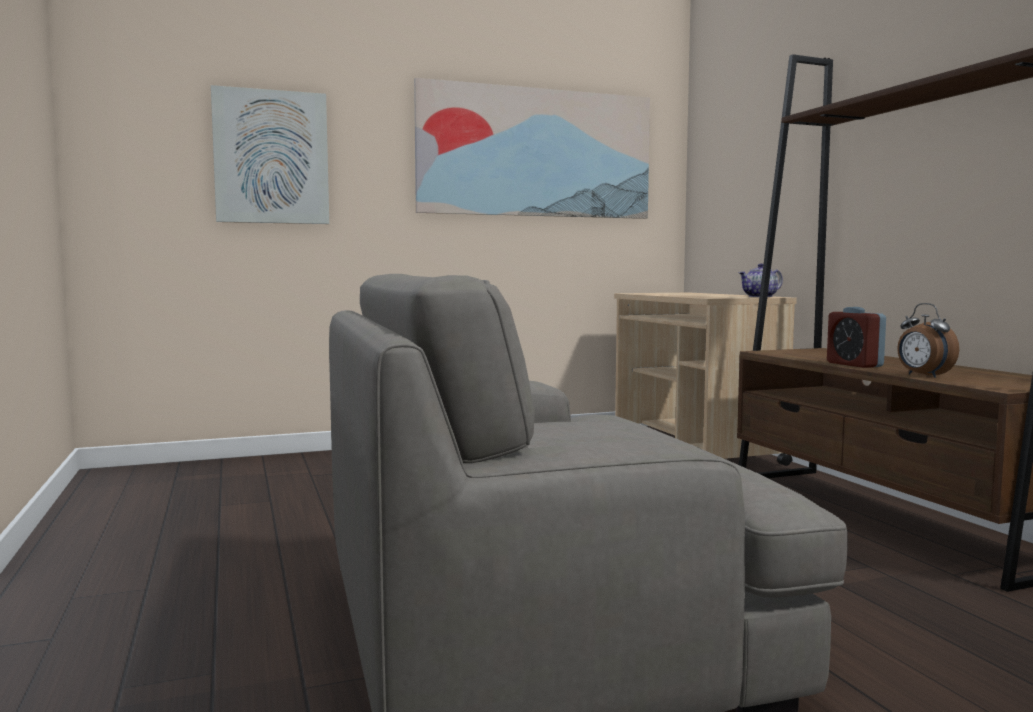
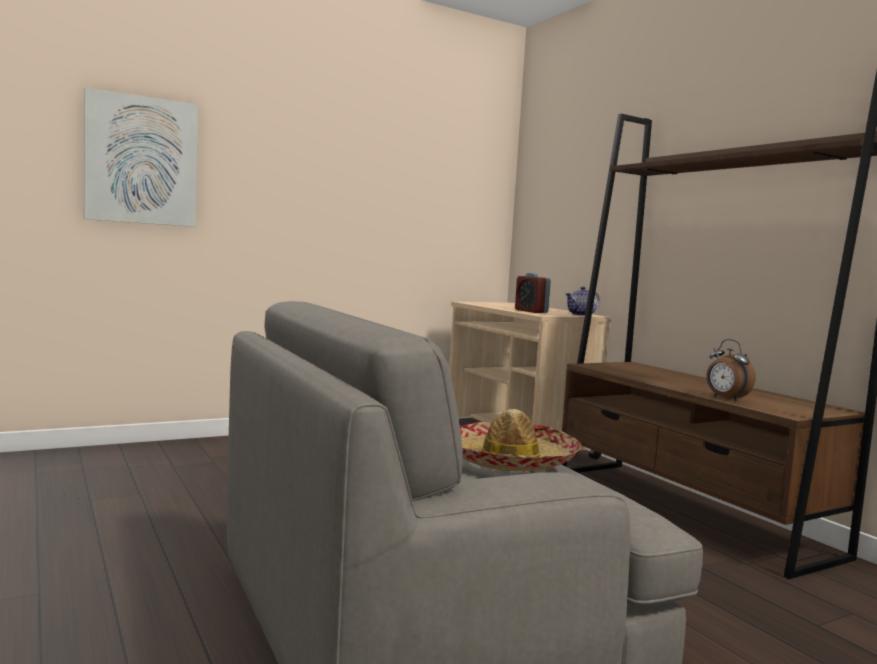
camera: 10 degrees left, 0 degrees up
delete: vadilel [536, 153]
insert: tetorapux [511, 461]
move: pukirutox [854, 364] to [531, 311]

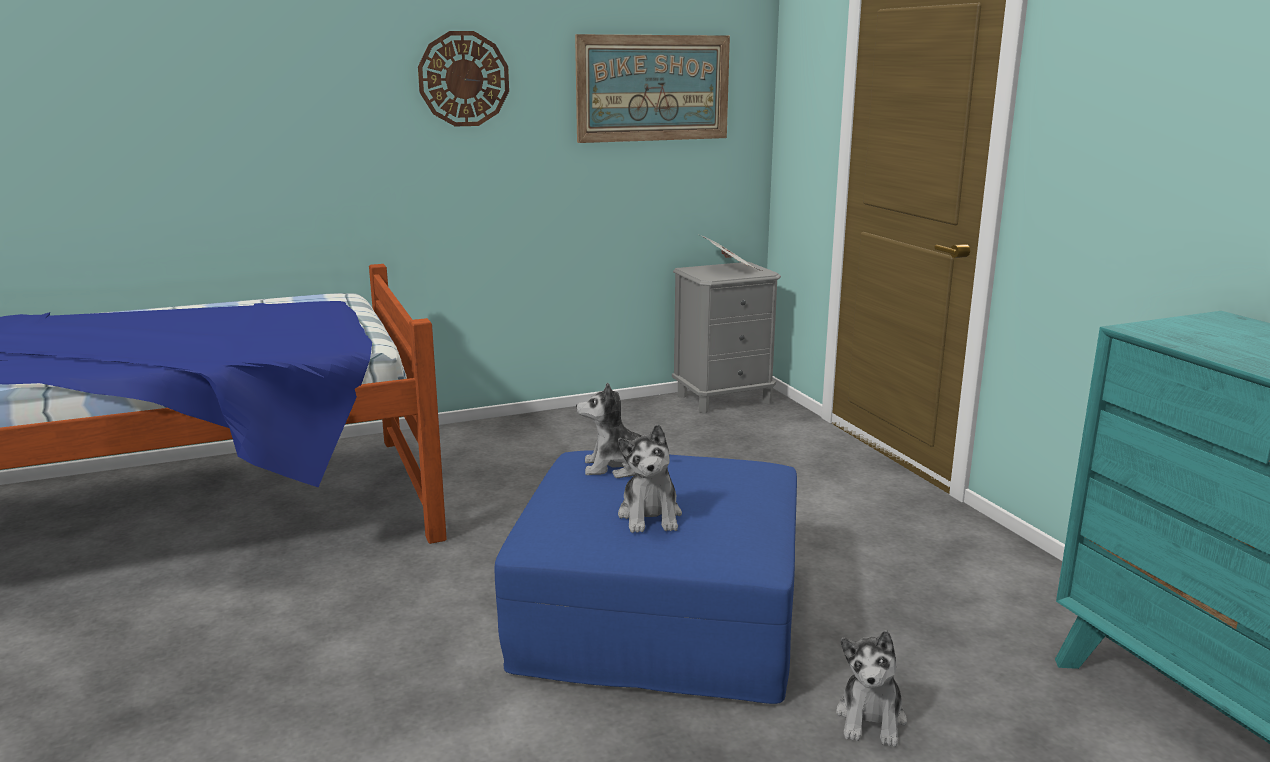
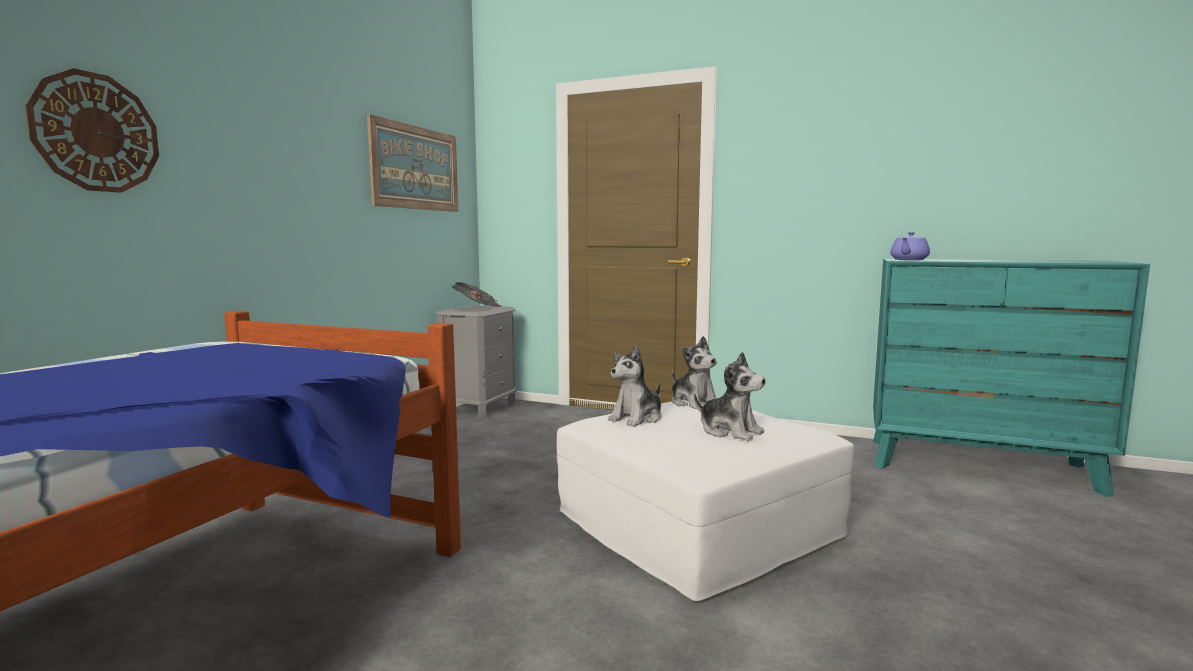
camera: 45 degrees left, 10 degrees down
insert: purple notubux [908, 260]
move: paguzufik [463, 79] to [96, 132]; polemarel [871, 719] to [694, 403]
recolor: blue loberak [659, 613] to white loberak [696, 524]

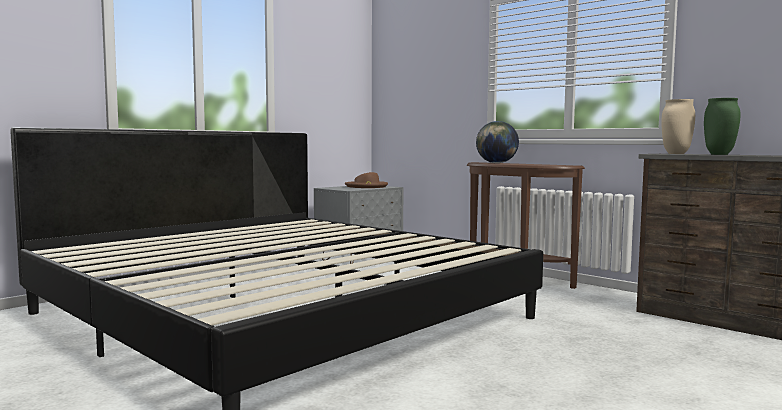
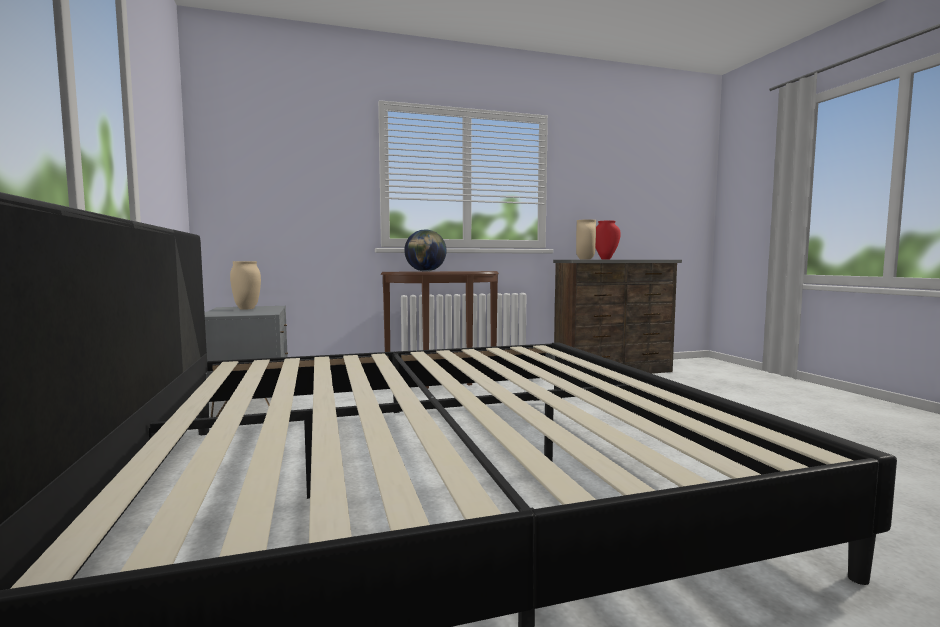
camera: 60 degrees left, 0 degrees up
replace: brown tetorapux [367, 186] to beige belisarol [247, 308]
recolor: green belisarol [718, 154] to red belisarol [605, 259]

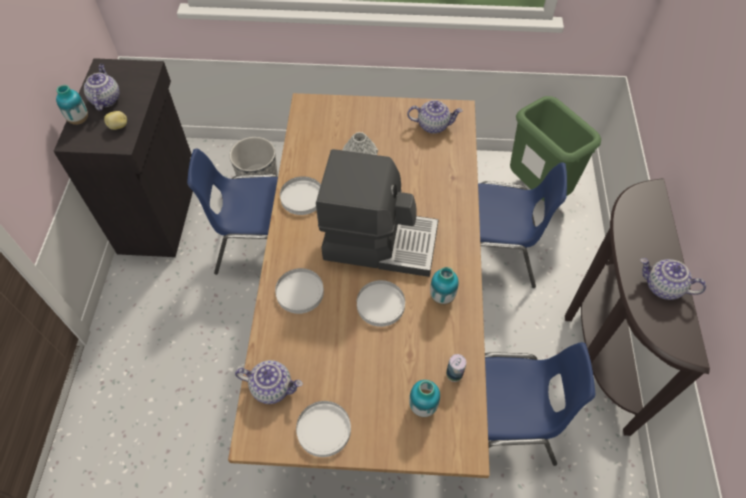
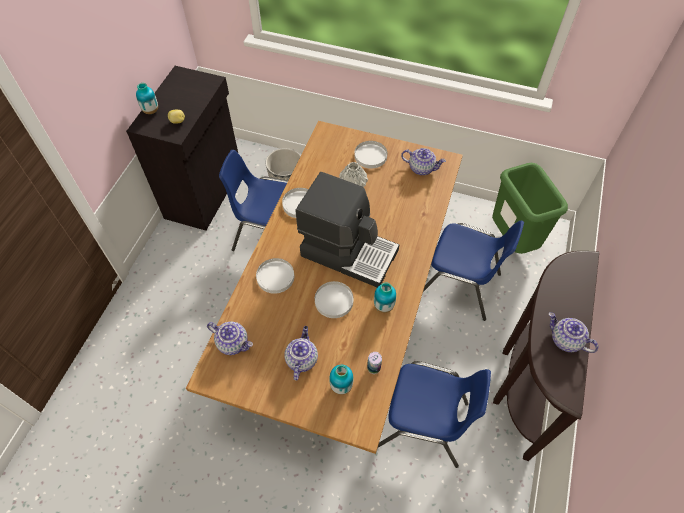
camera: 15 degrees right, 0 degrees up
move: notubux [105, 99] to [301, 359]; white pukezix [323, 430] to [370, 156]

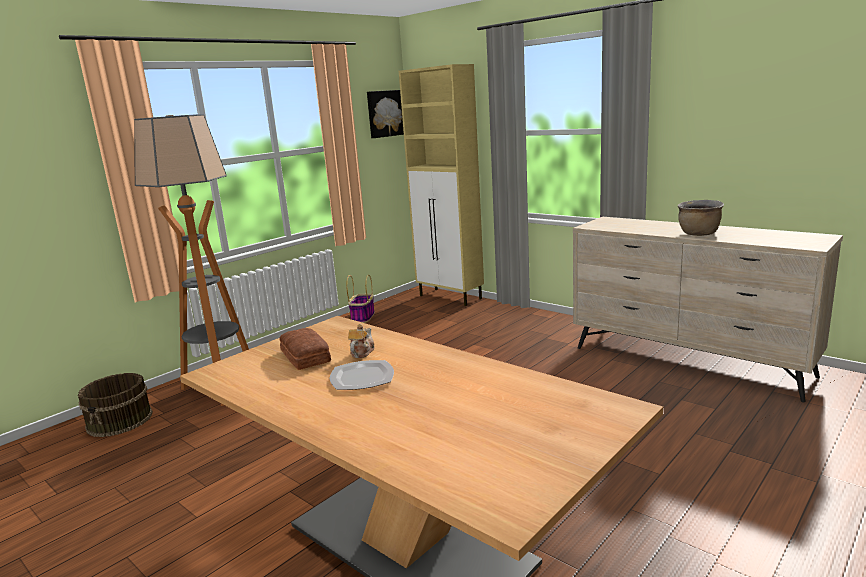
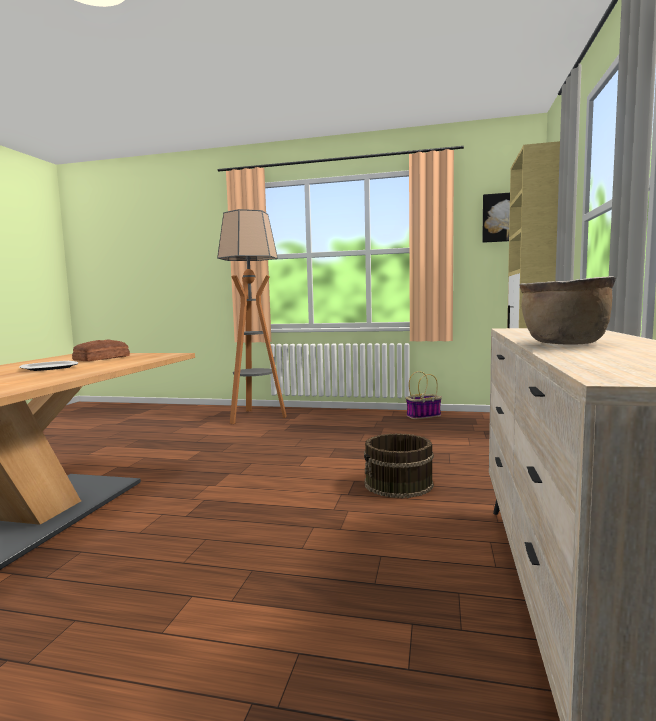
camera: 60 degrees right, 10 degrees down
delete: notubux [361, 352]
move: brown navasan [120, 420] to [398, 484]

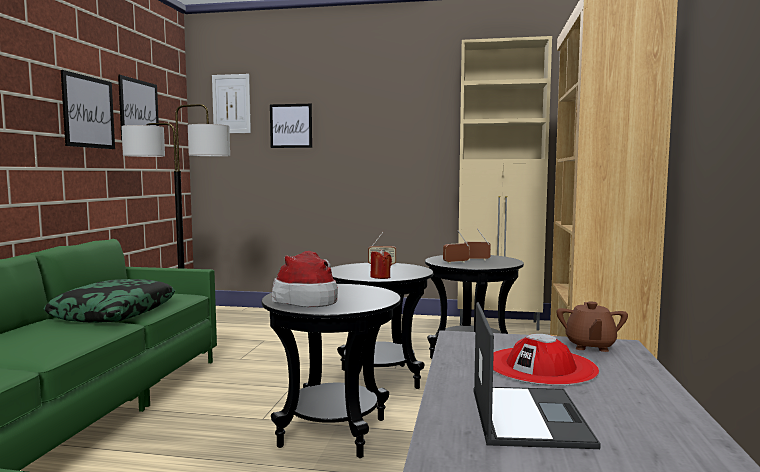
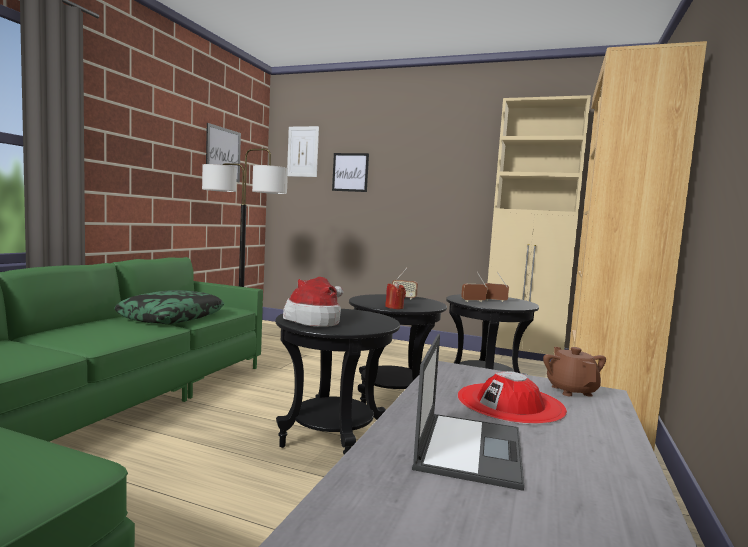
camera: 10 degrees right, 0 degrees up
delete: vadilel [88, 112]
rotate: brown notubux [590, 346] = [571, 390] 150 degrees clockwise

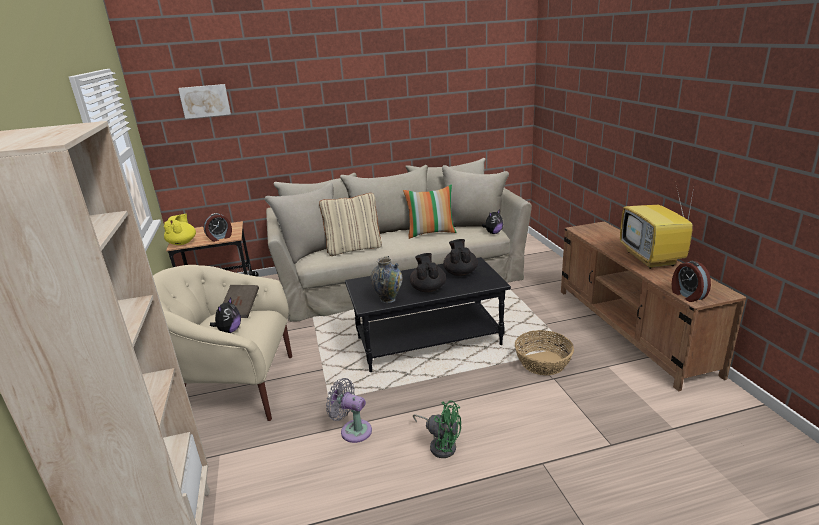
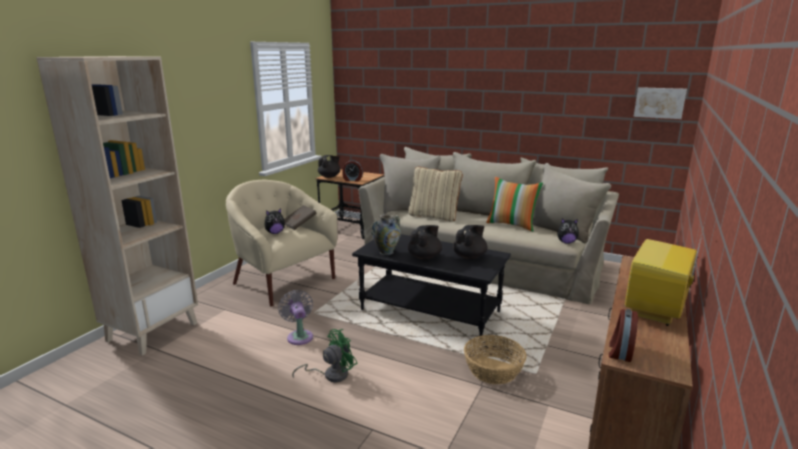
camera: 40 degrees right, 5 degrees down
move: vadilel [205, 101] to [659, 102]
recolor: yellow notubux [182, 243] to black notubux [329, 176]
rotate: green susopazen [441, 444] = [331, 375] 105 degrees counterclockwise

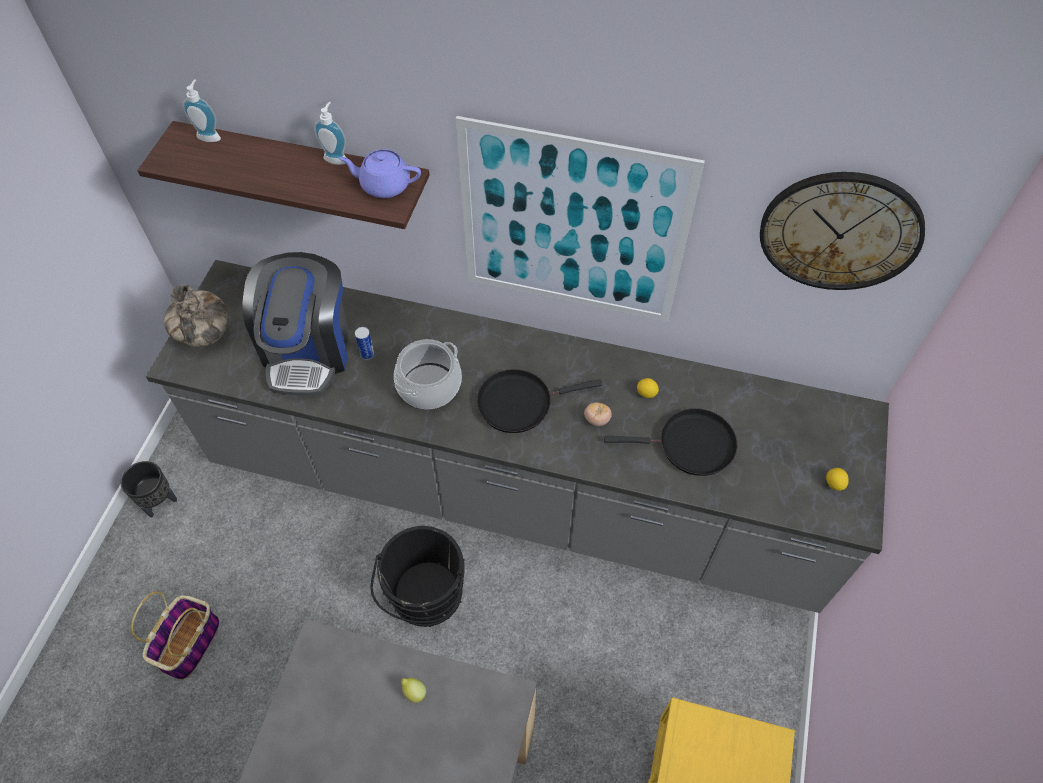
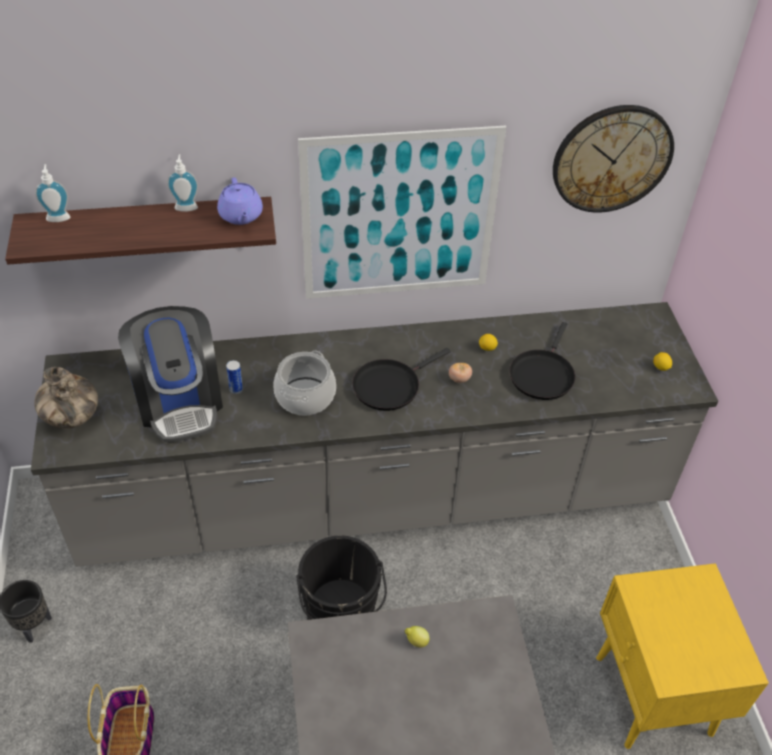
camera: 25 degrees left, 10 degrees down
rotate: purple notubux [384, 185] = [241, 216] 90 degrees counterclockwise; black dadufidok [690, 445] = [542, 374] 135 degrees clockwise

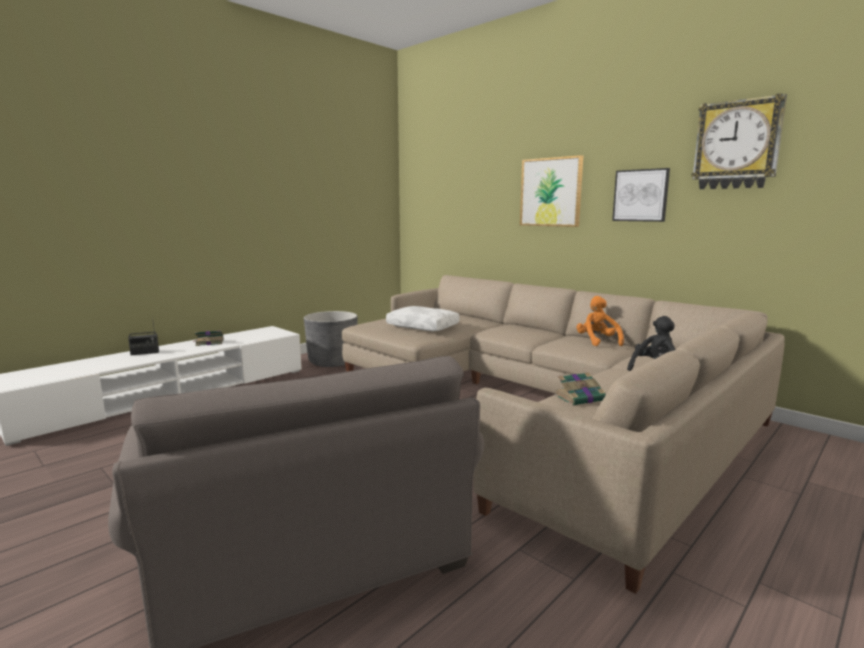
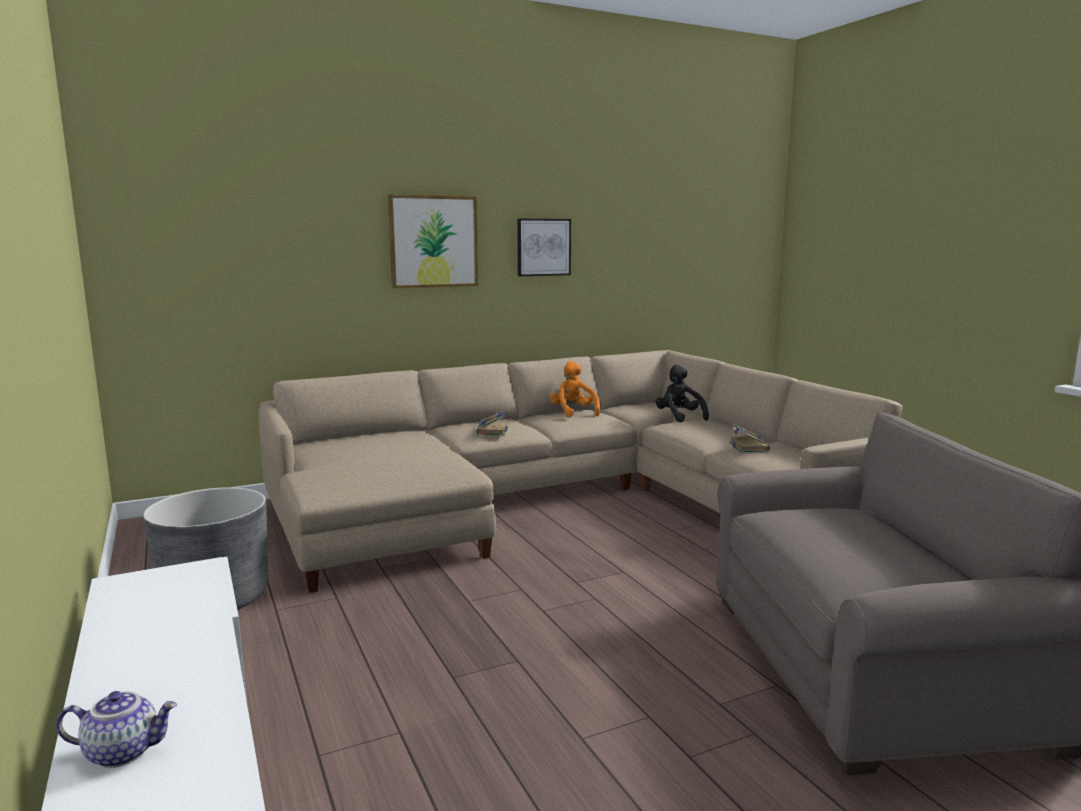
camera: 70 degrees left, 0 degrees up
delete: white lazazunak [423, 326]; paguzufik [737, 145]
move: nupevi [209, 342] to [492, 431]
replace: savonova [145, 353] to notubux [124, 751]
rotate: orange polemarel [597, 341] = [573, 413] 60 degrees clockwise

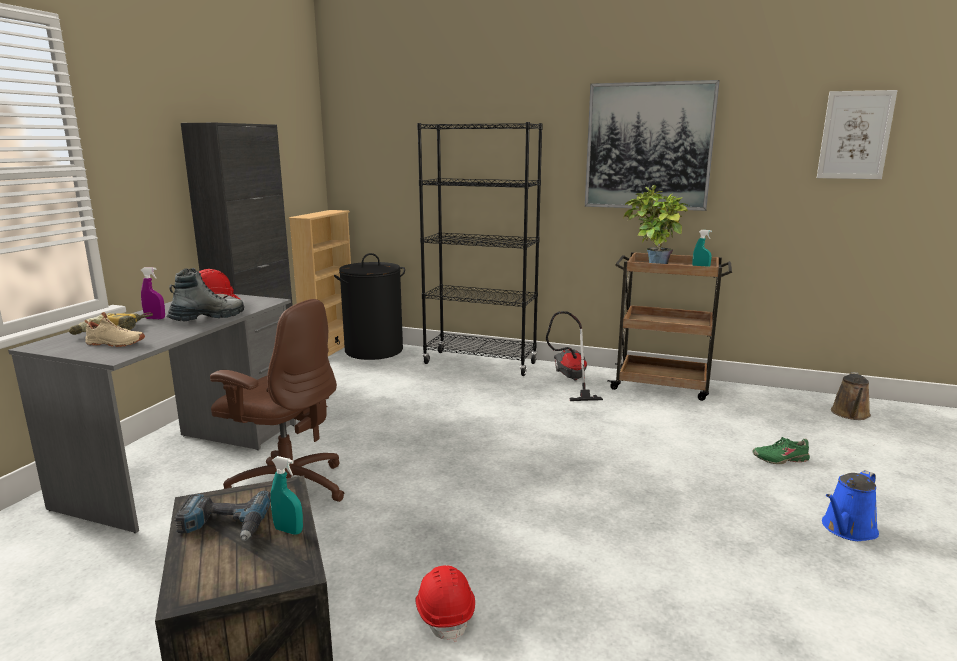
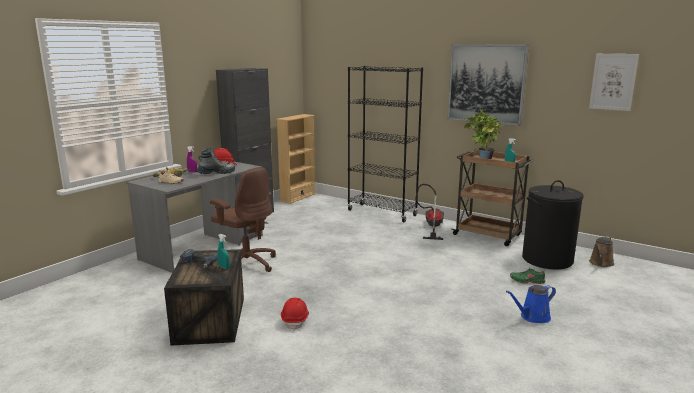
camera: 15 degrees right, 0 degrees up
move: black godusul [374, 350] to [547, 259]

